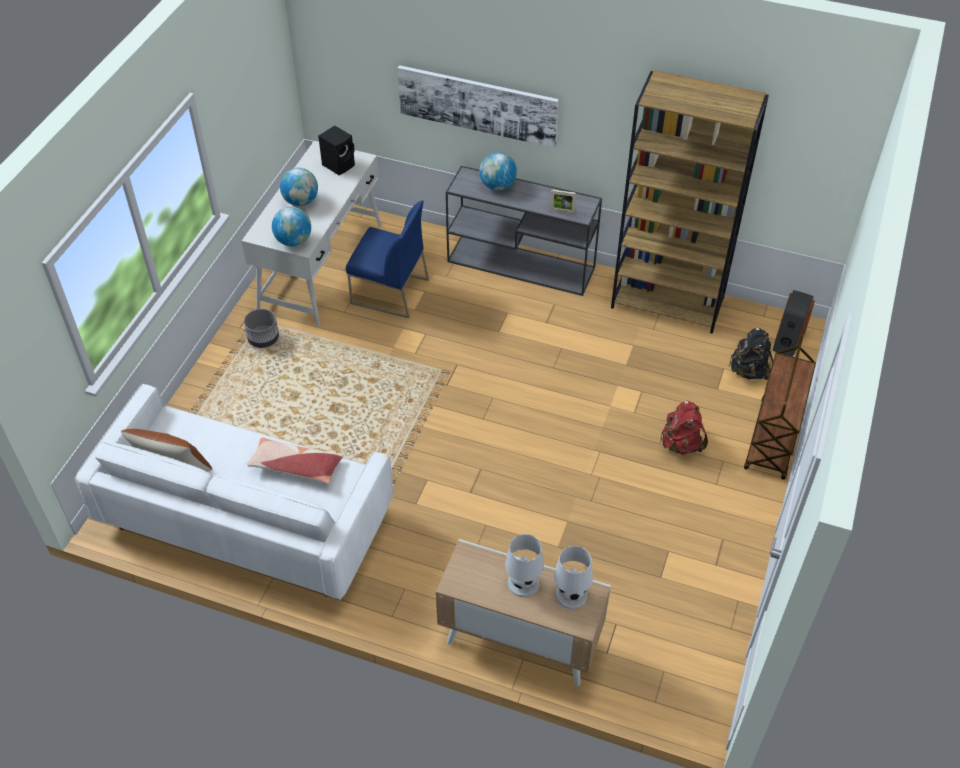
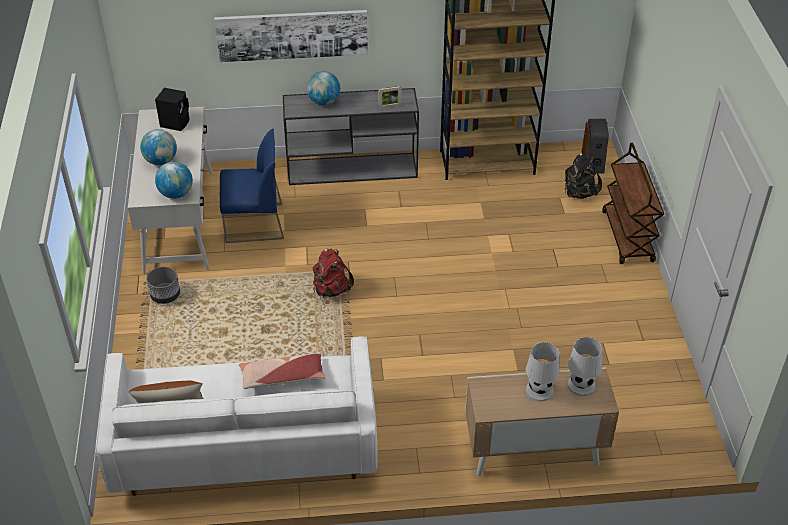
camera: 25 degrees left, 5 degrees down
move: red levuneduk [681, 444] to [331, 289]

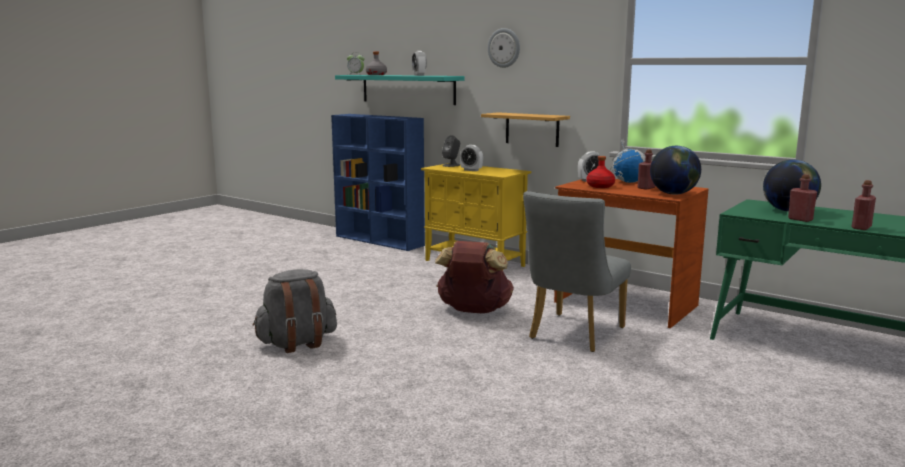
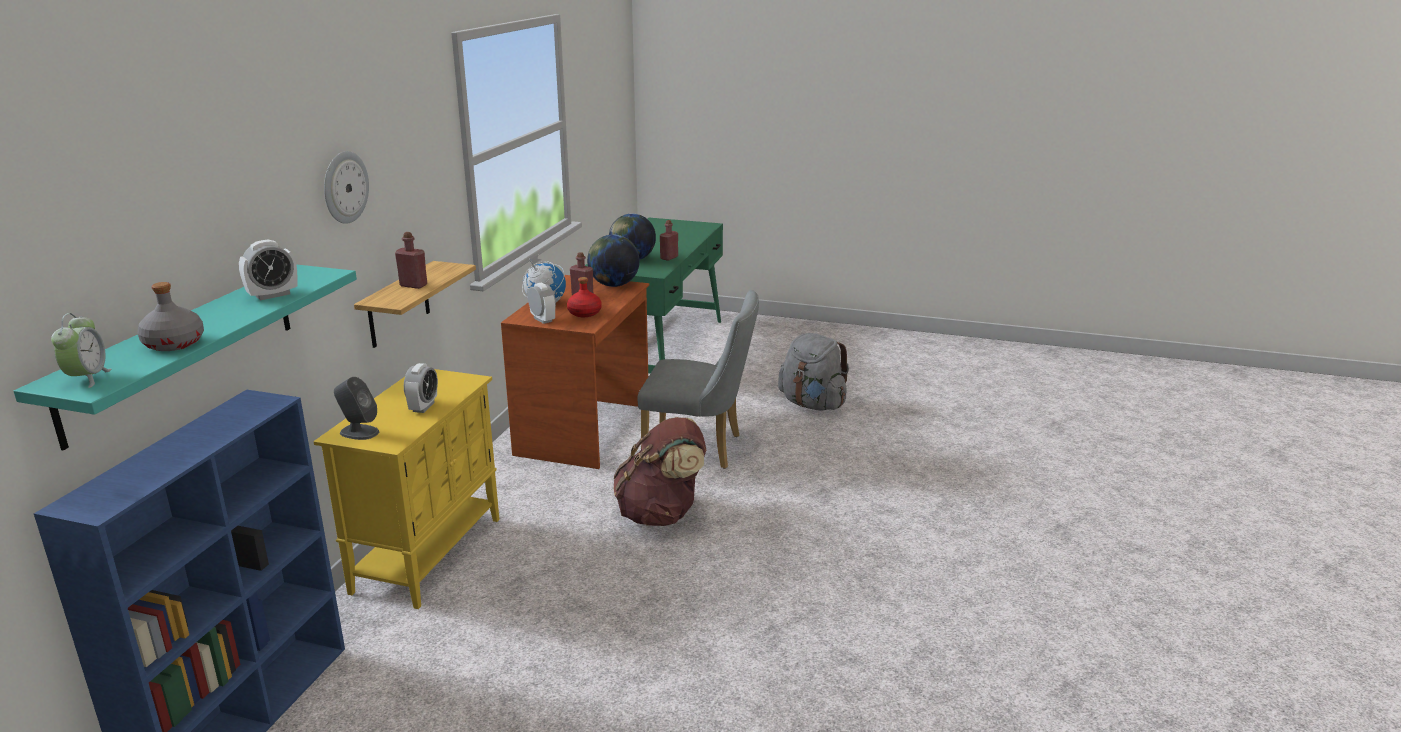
camera: 110 degrees left, 10 degrees up
move: grey levuneduk [297, 343] to [812, 404]; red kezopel [861, 228] to [413, 285]

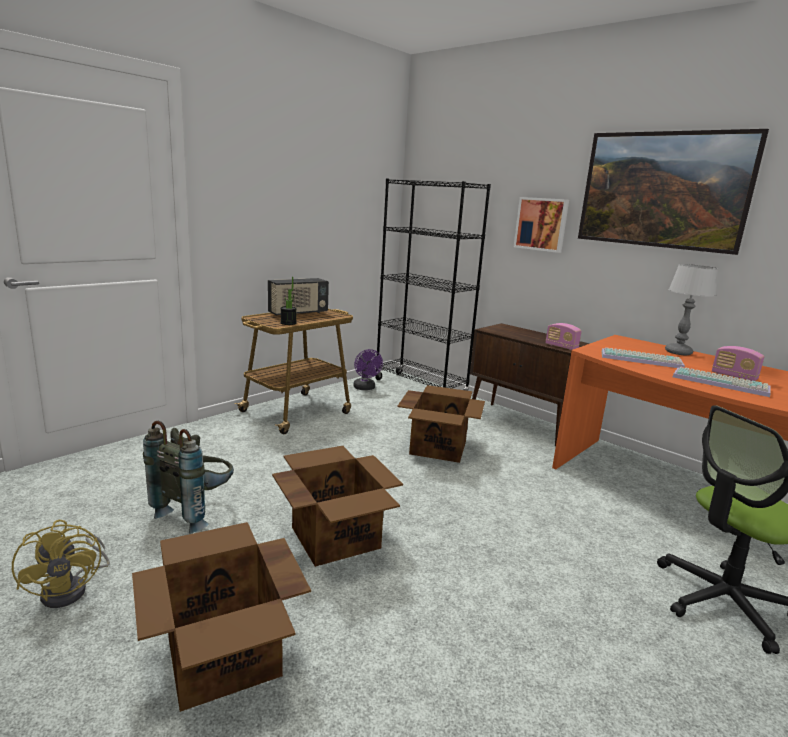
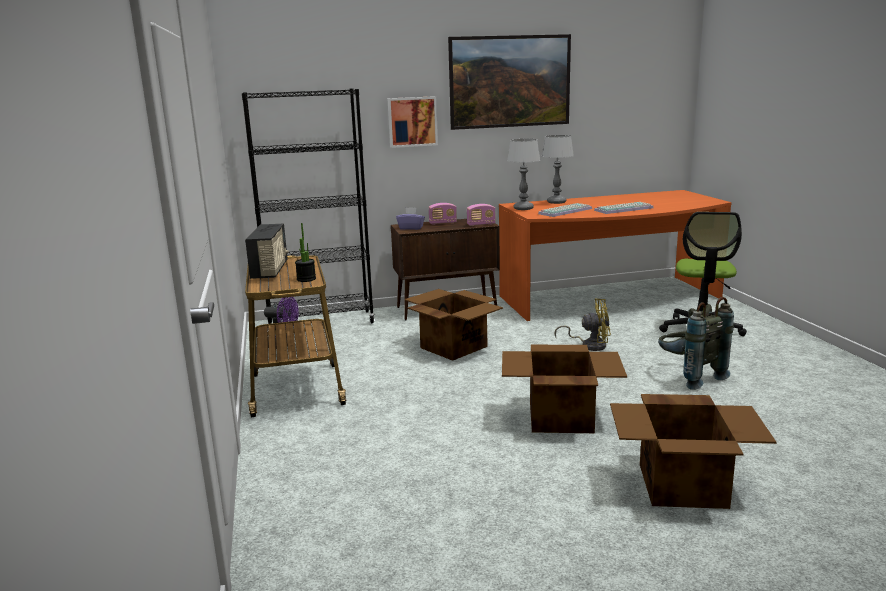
camera: 55 degrees left, 0 degrees up
insert: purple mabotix [411, 228]; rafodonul [524, 208]
move: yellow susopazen [72, 588] to [589, 345]; grey levuneduk [196, 511] to [688, 376]; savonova [734, 376] to [442, 223]

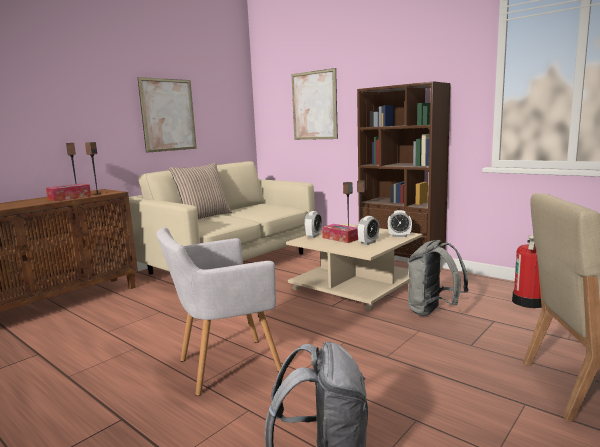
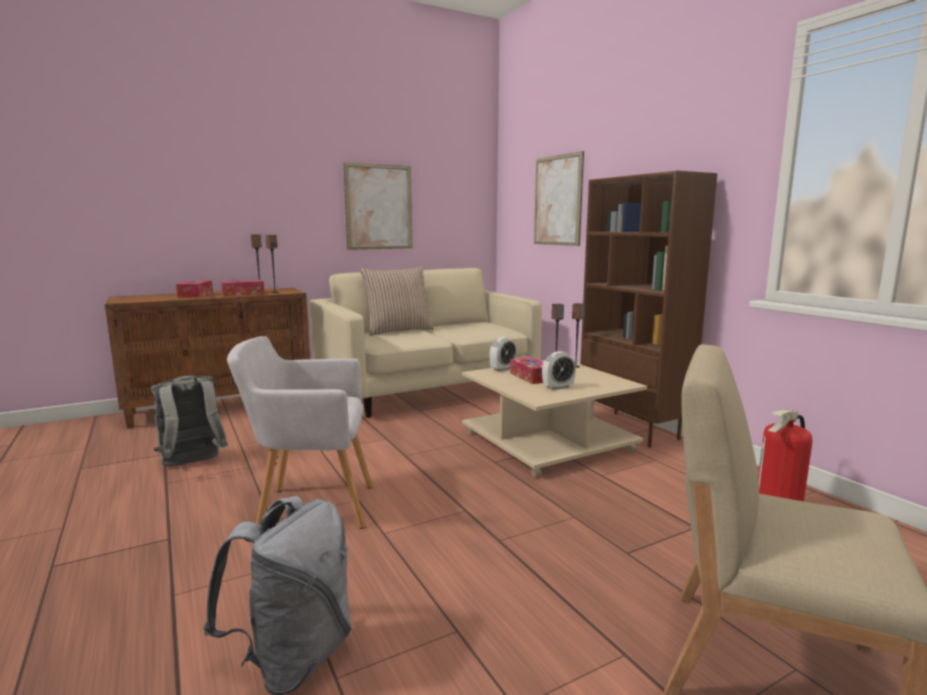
camera: 20 degrees right, 0 degrees up
delete: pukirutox [399, 236]
insert: mabotix [195, 295]
move: grey levuneduk [433, 311] to [192, 464]

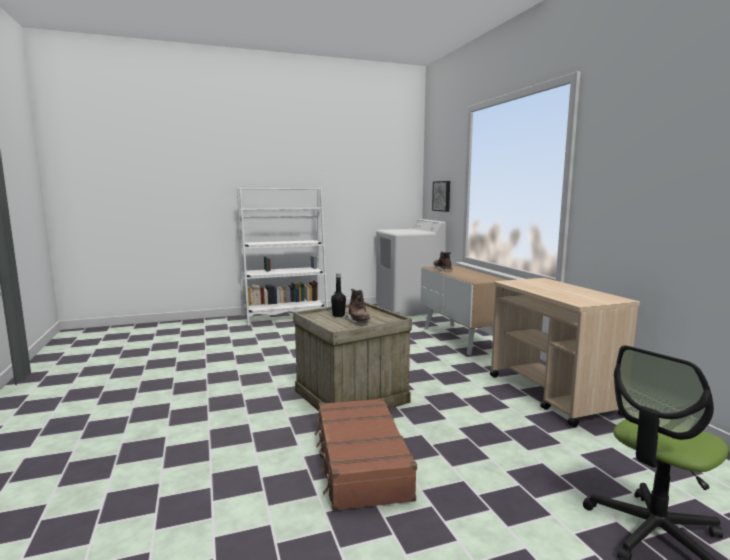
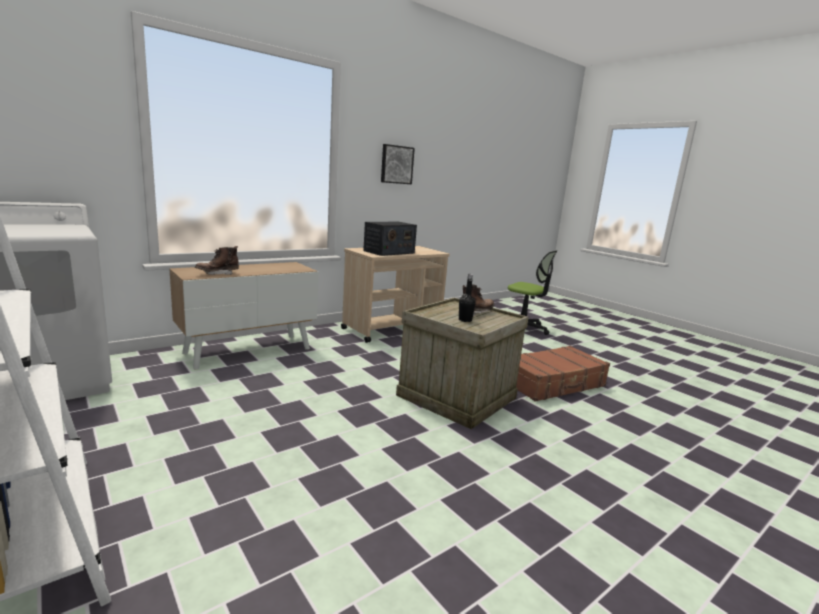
camera: 110 degrees left, 5 degrees up
insert: savonova [389, 252]
move: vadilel [442, 196] to [396, 164]

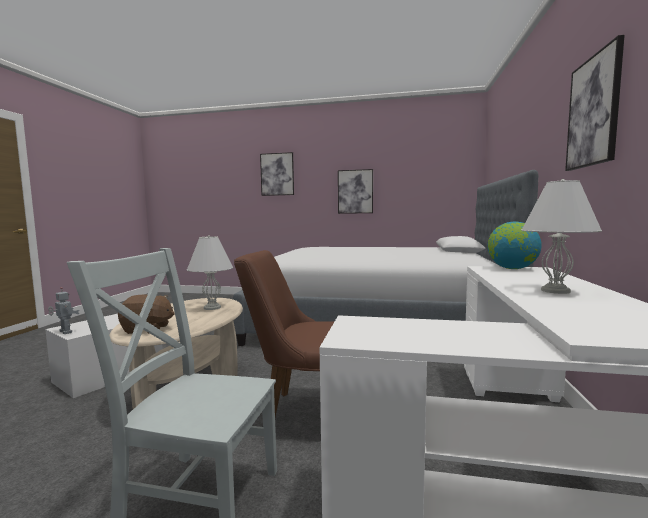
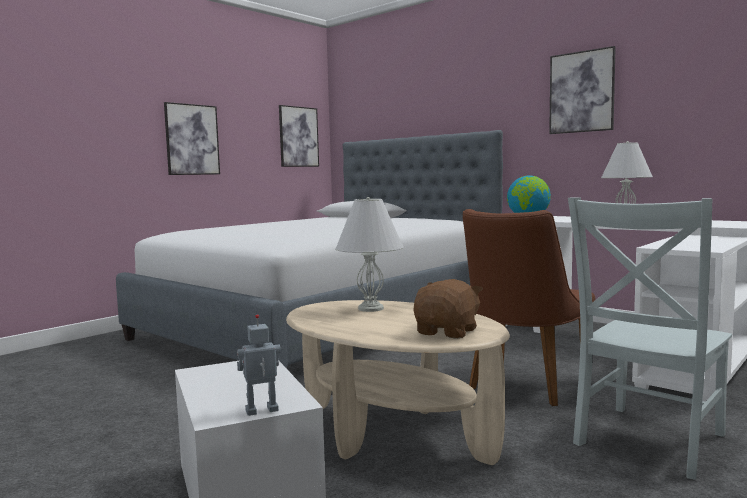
camera: 60 degrees left, 0 degrees up
move: vadilel [277, 174] to [298, 137]

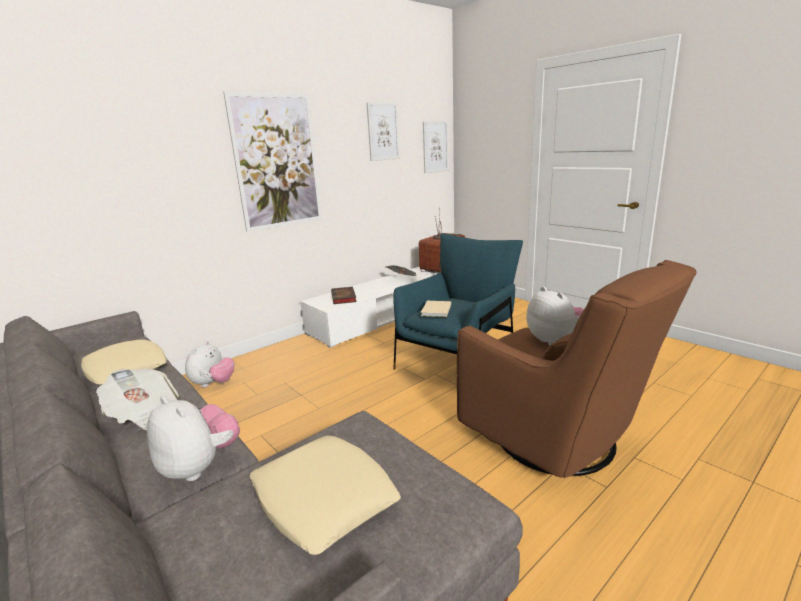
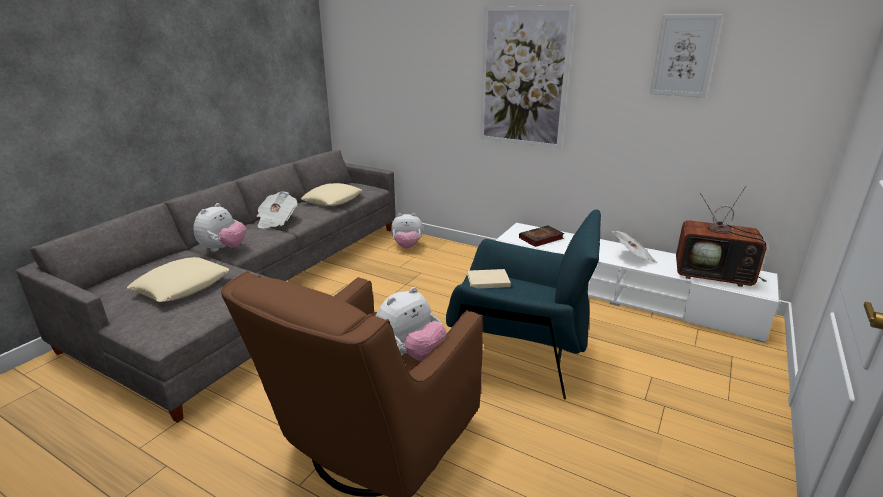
camera: 70 degrees right, 5 degrees up
delete: vadilel [435, 147]

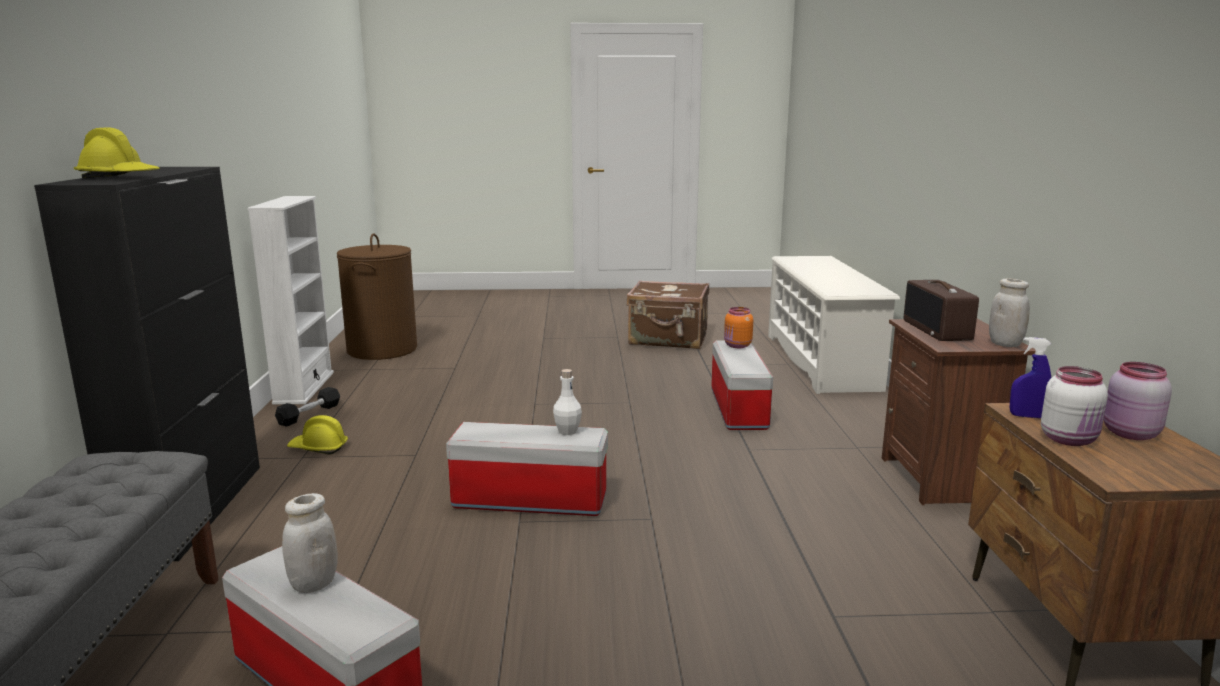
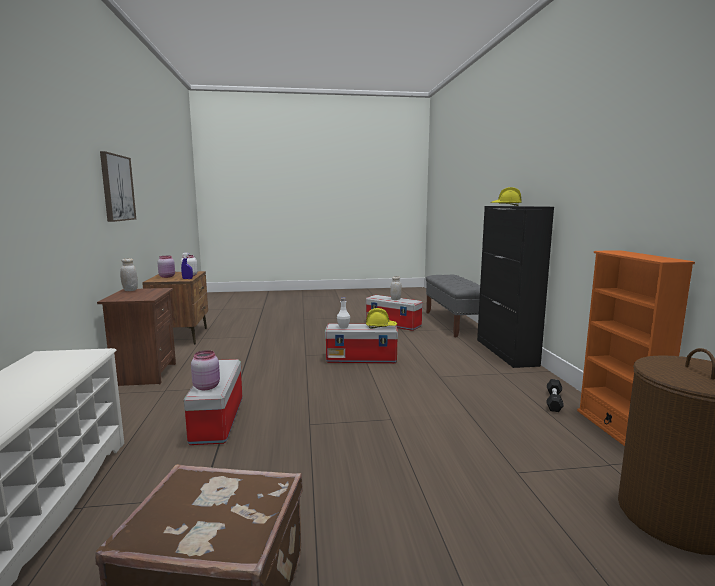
camera: 175 degrees right, 5 degrees down
delete: savonova [938, 330]
insert: vadilel [117, 188]
move: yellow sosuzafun [318, 448] to [381, 326]
recolor: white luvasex [304, 387] to orange luvasex [618, 430]; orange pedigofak [737, 346] to pink pedigofak [207, 386]

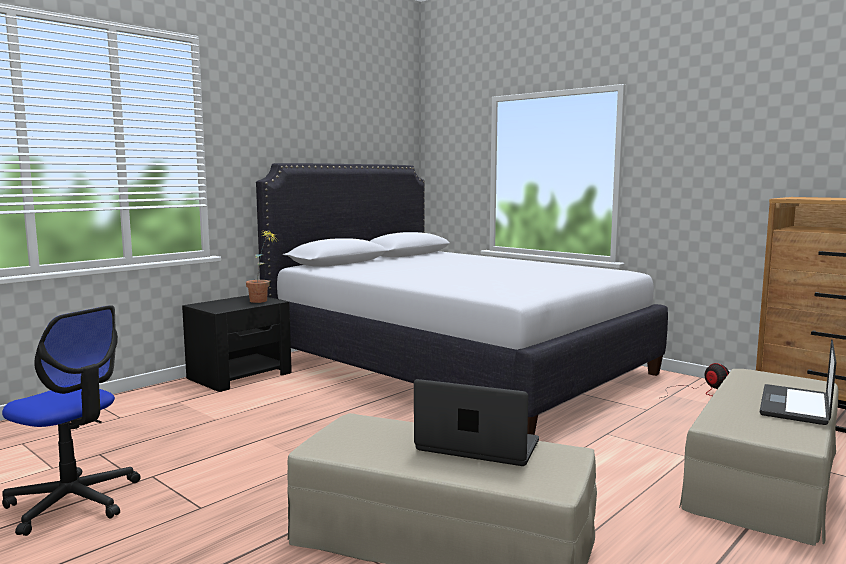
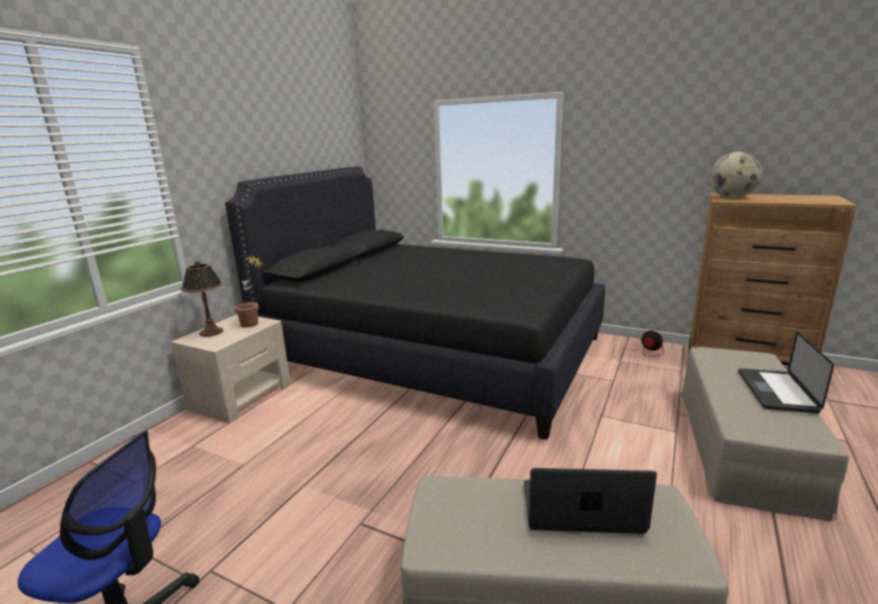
camera: 15 degrees left, 10 degrees up
insert: rafodonul [211, 332]; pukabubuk [731, 197]
recolor: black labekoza [240, 375] to beige labekoza [241, 396]; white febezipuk [456, 367] to black febezipuk [435, 353]

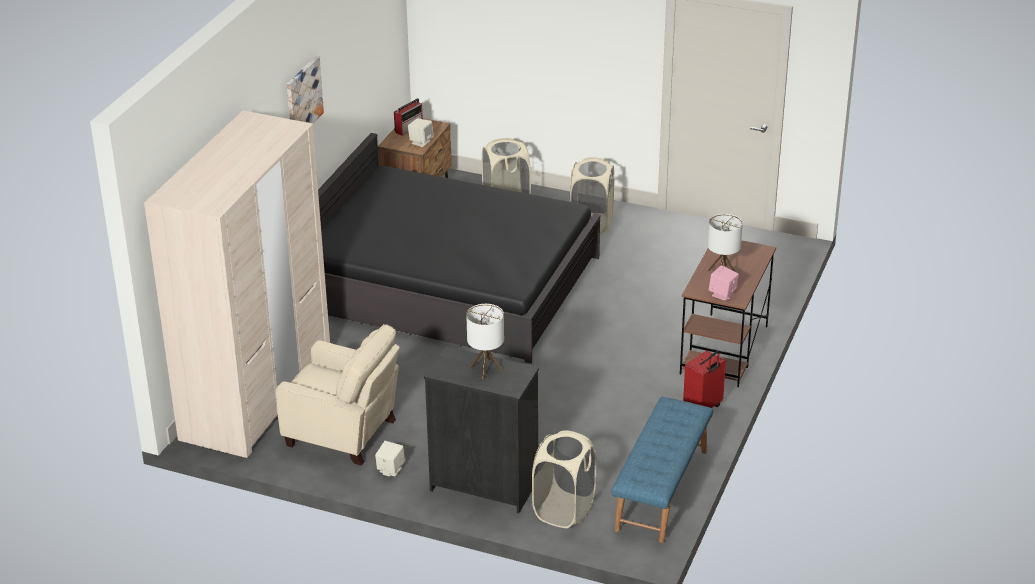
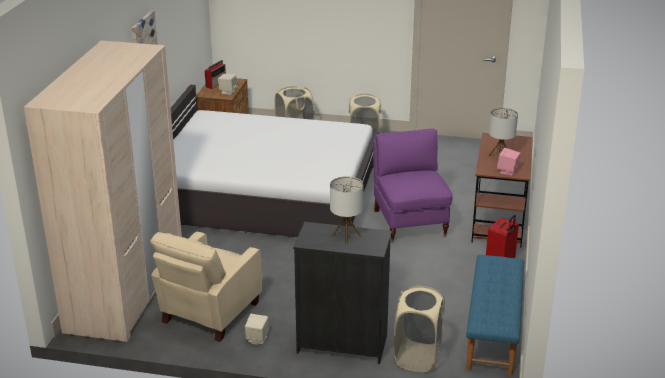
camera: 10 degrees left, 5 degrees down
insert: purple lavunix [410, 223]
recolor: black febezipuk [447, 283] to white febezipuk [265, 193]
rotate: beige lavunix [343, 433] = [209, 313] 105 degrees clockwise

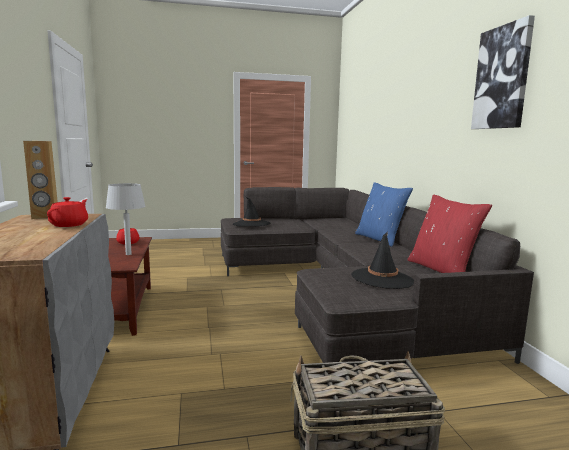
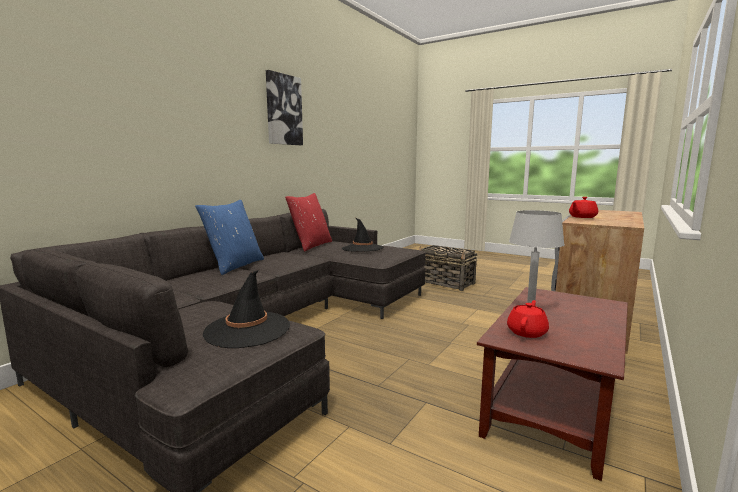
camera: 135 degrees left, 0 degrees up
delete: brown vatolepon [45, 217]

